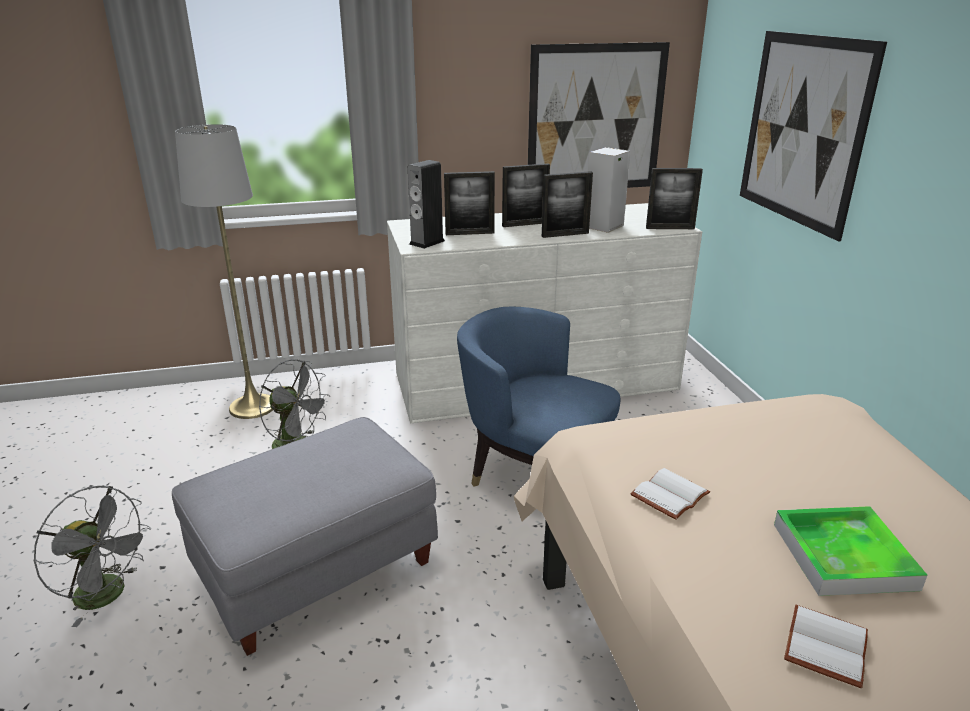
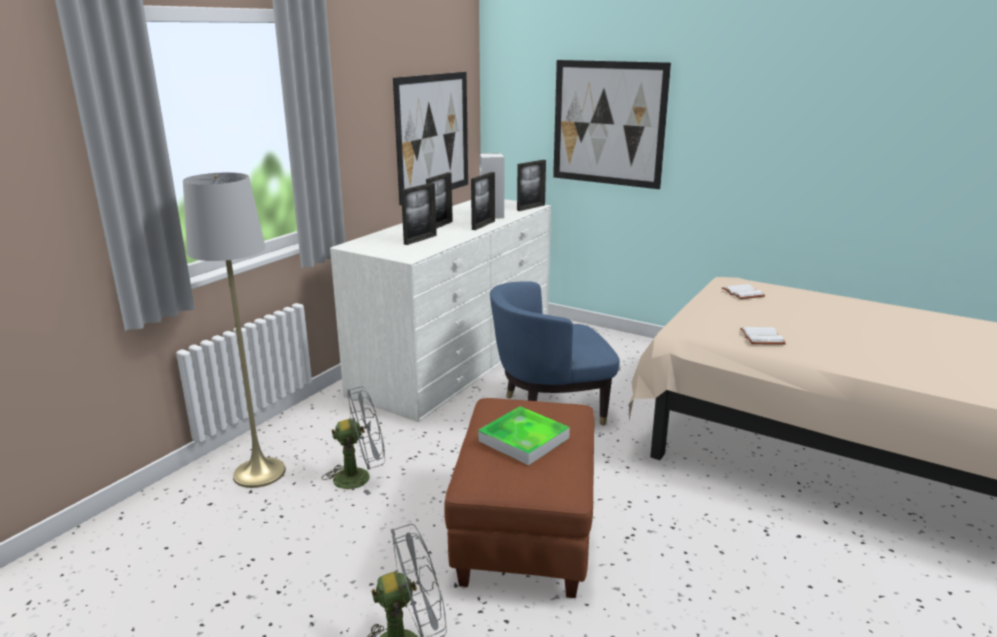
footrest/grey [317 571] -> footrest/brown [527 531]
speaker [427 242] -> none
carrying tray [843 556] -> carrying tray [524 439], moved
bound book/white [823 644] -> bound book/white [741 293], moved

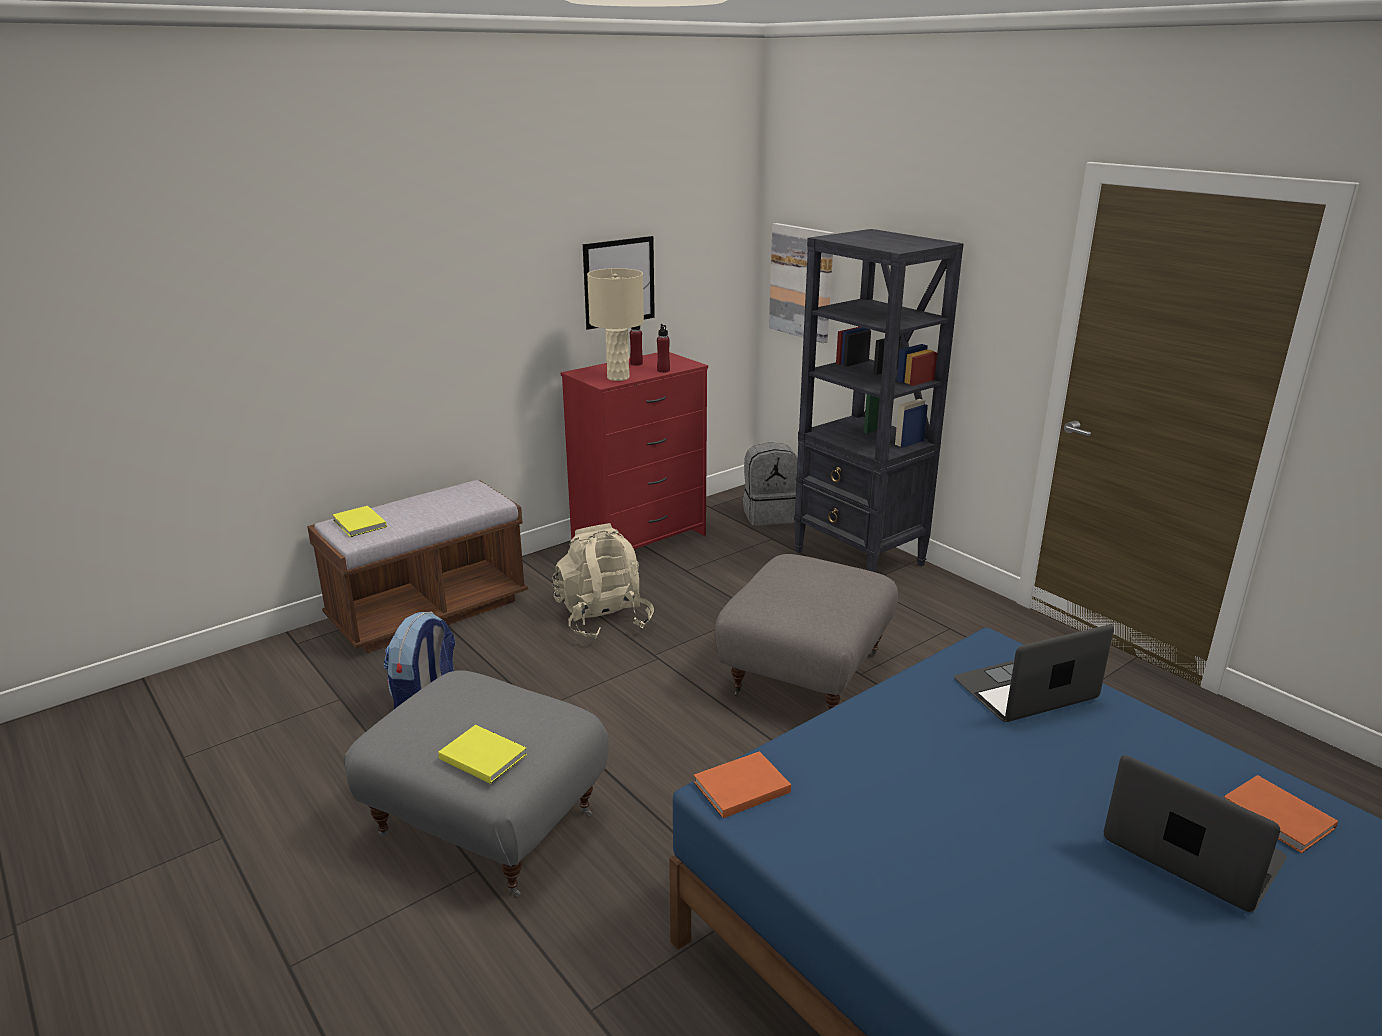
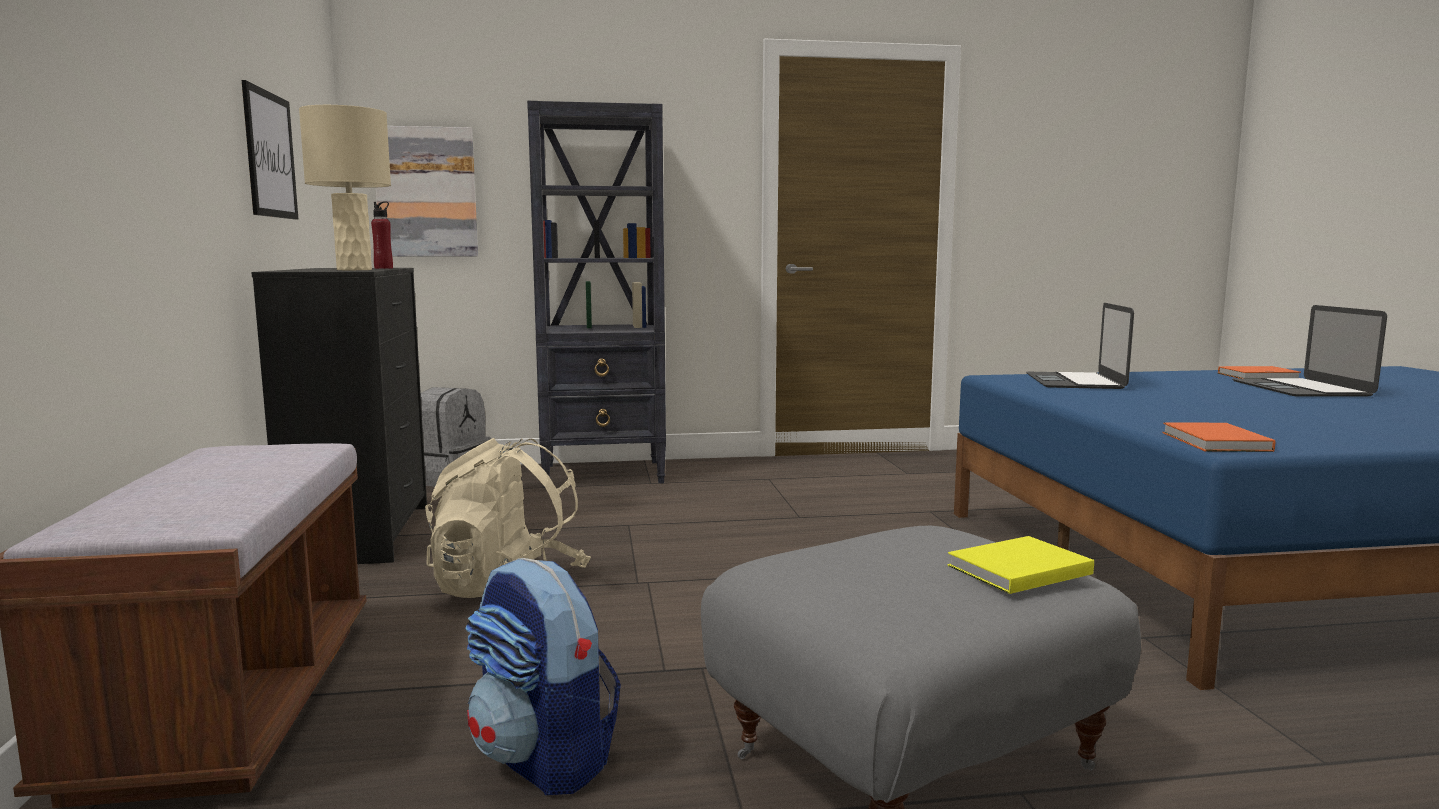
bound book/yellowish [359 524] -> none
drawer chest/red [640 540] -> drawer chest/blackish [362 534]
bottle/red [636 363] -> none
footrest/grey [804 673] -> none
laptop [1192 850] -> laptop [1301 388], 75 degrees counterclockwise

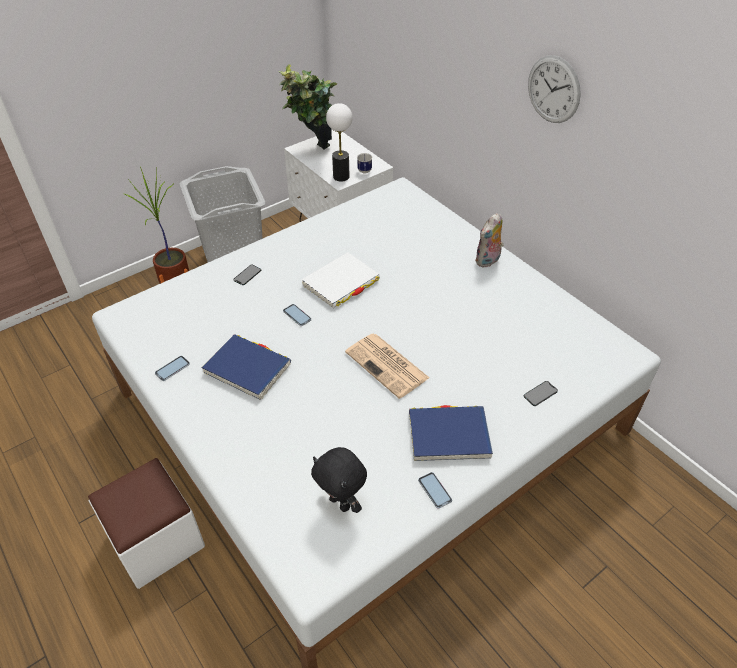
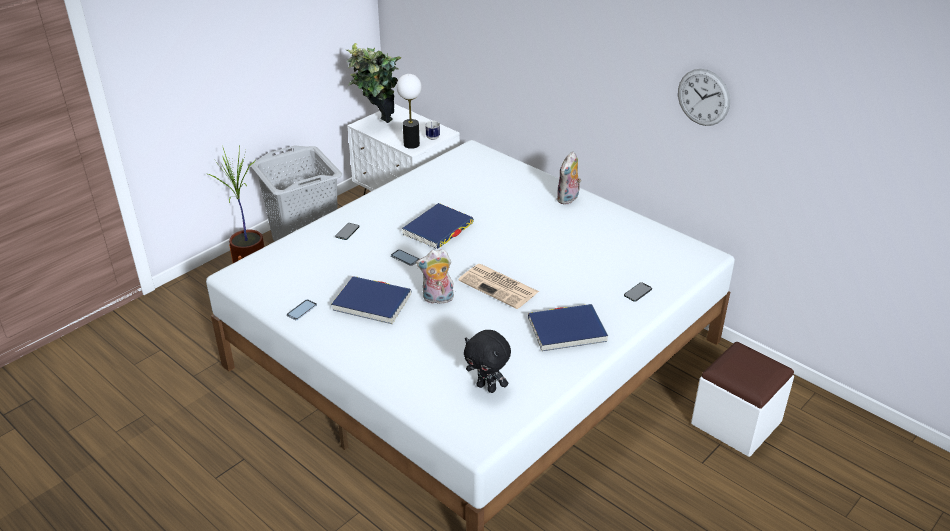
footrest/white [156 540] -> footrest/white [736 423], moved
bound book/white [341 283] -> bound book/blue [438 229]
handset [434 490] -> none
hanging clock [553 89] -> hanging clock [703 97], moved
none -> soft toy [437 299]

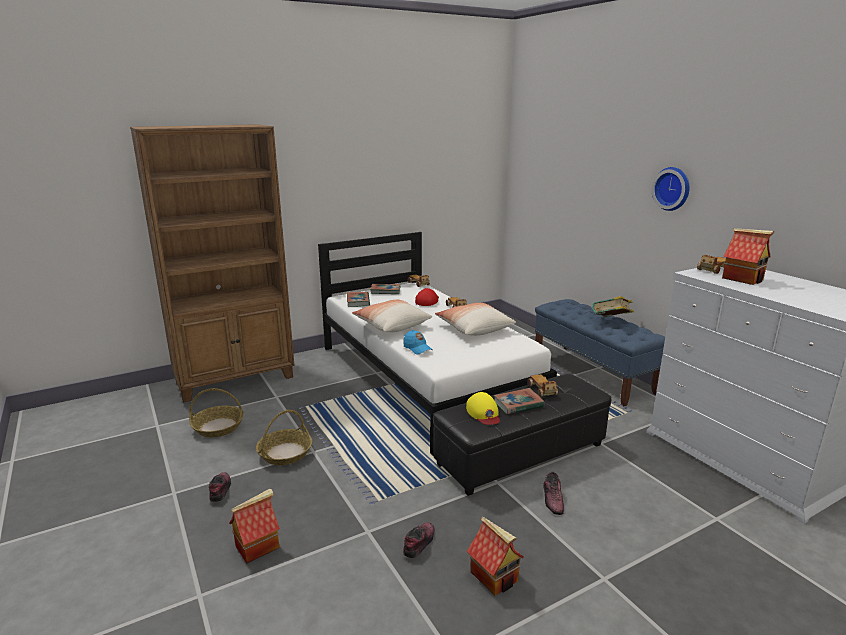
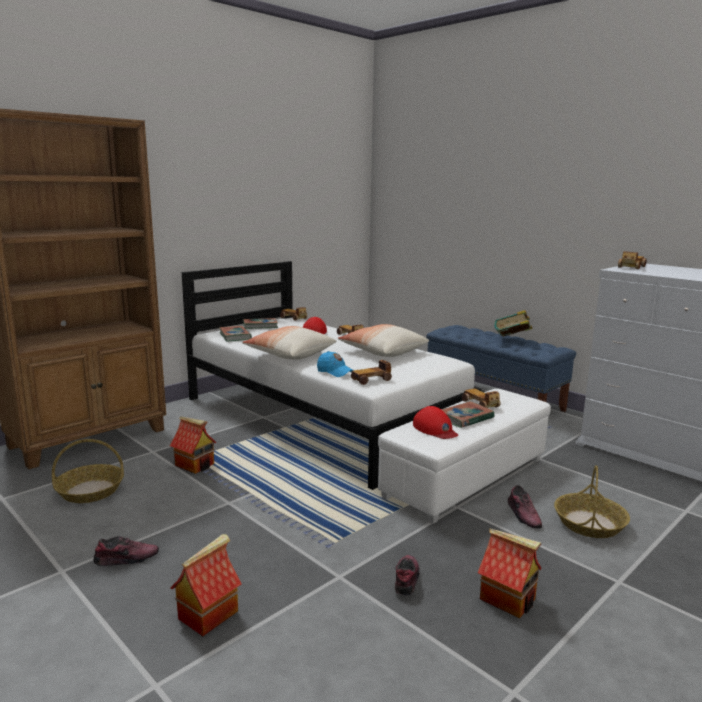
item of footwear [220 490] -> item of footwear [126 559], 90 degrees clockwise
storage basket [285 453] -> storage basket [589 523], moved
footrest/blackish [521 454] -> footrest/white [465 477]
peaked cap/yellowish [483 413] -> peaked cap/red [435 429]
hanging clock [673 188] -> none
toy house [743 279] -> toy house [195 465], moved
none -> model car [371 380]

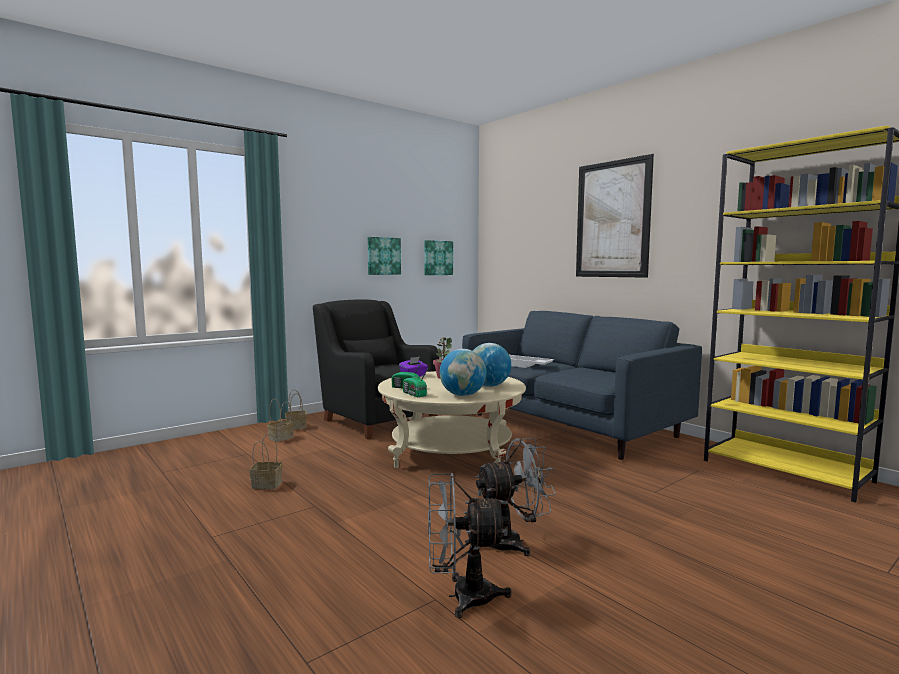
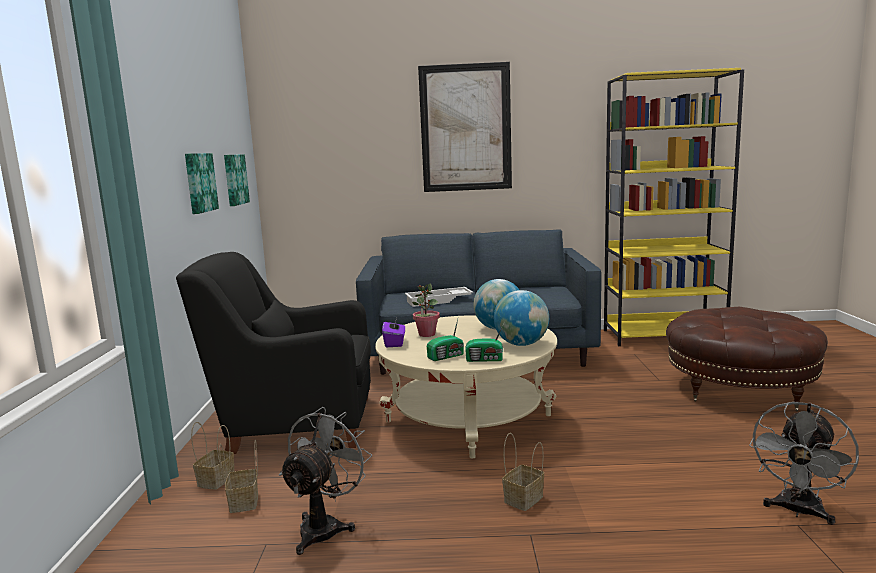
storage basket [265 485] -> storage basket [523 500], moved
electric fan/grey [513 542] -> electric fan/grey [325 527], moved
none -> footrest/brown [740 389]

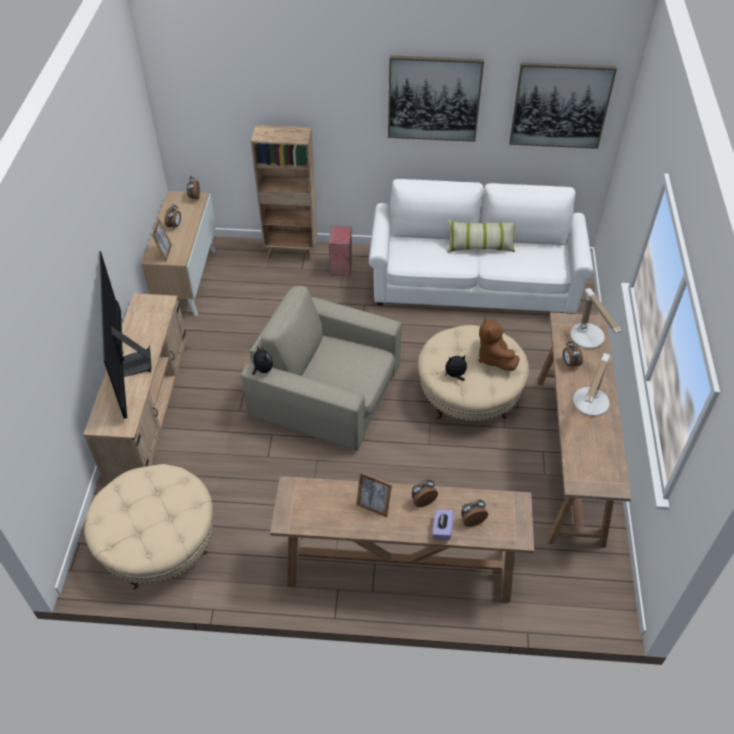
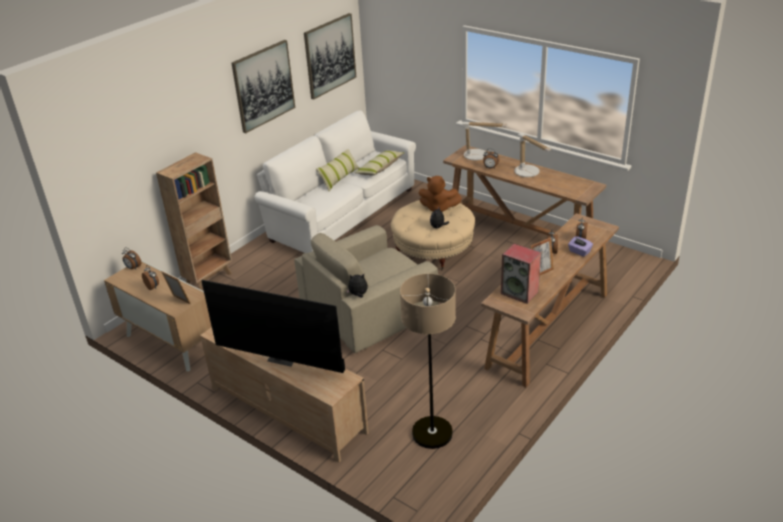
footrest/sand-coloured [158 542] -> floor lamp [432 446]
speaker [341 267] -> speaker [520 292], moved
none -> pillow [380 168]

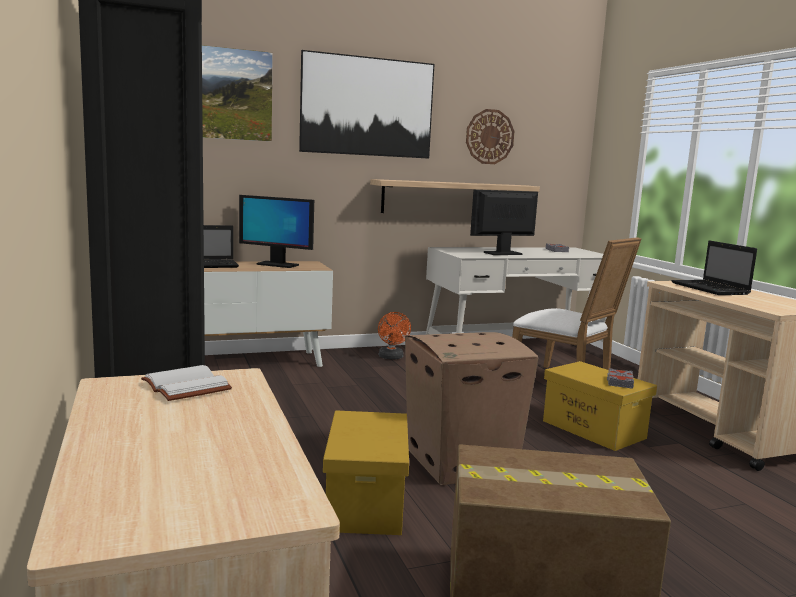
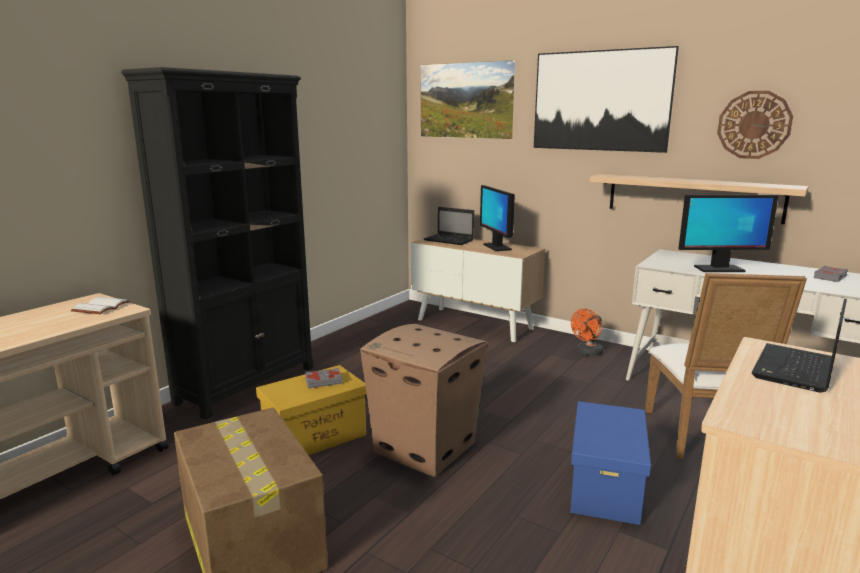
computer display [503 253] -> computer display [718 269], 150 degrees clockwise
storage bin/yellowish [594 429] -> storage bin/blue [605 488]
bound book/grey [619 382] -> bound book/grey [323 381], moved

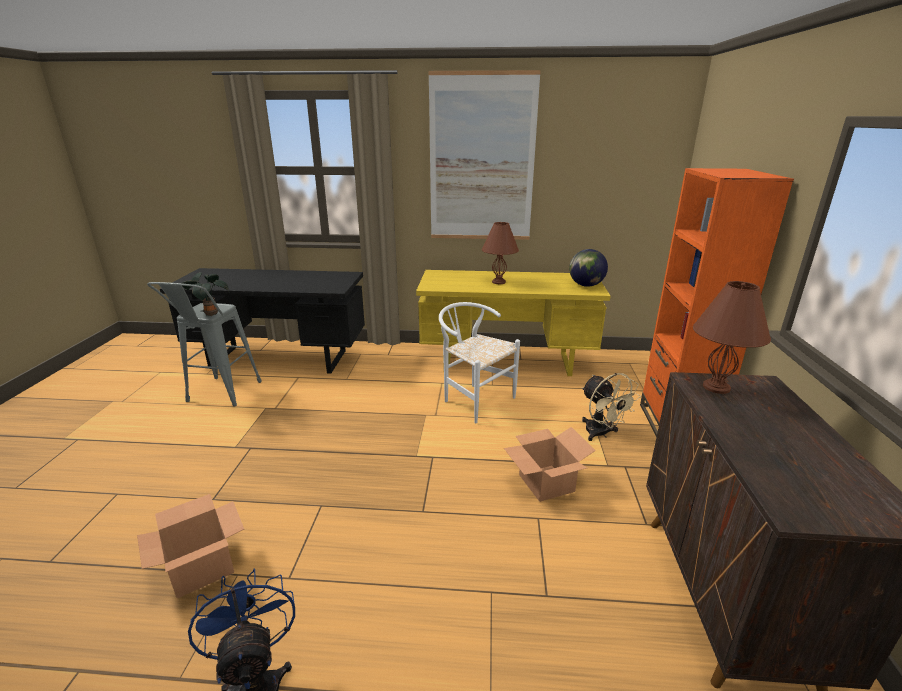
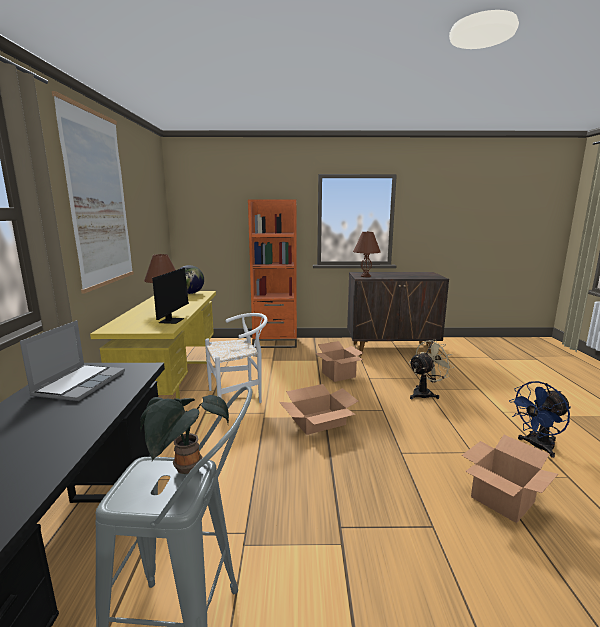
upright chair/white [474 399] -> upright chair/white [239 397], 150 degrees counterclockwise
electric fan/sand-coloured [601 434] -> electric fan/sand-coloured [425 393], moved
none -> laptop [80 383]
none -> computer display [174 320]
none -> carton [318 421]

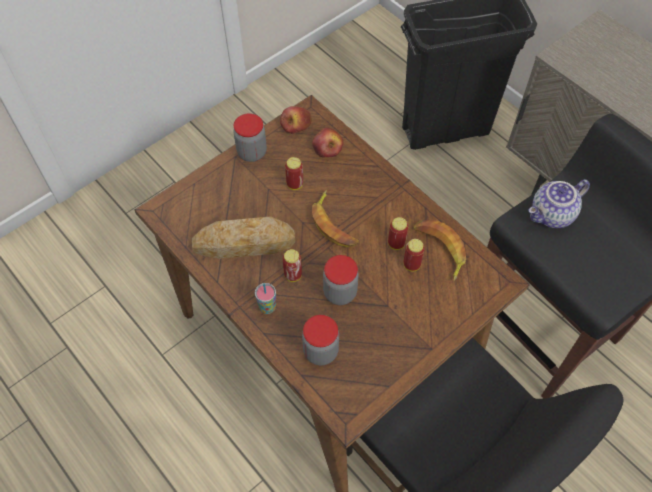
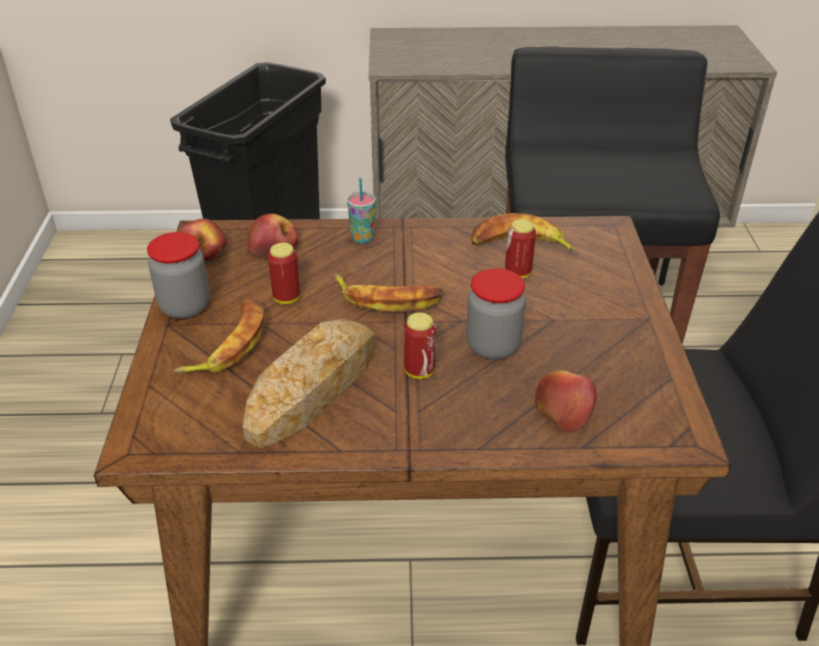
small cup [267 307] -> small cup [362 238], moved
jar [320 351] -> whole apple [563 409]
can [396 243] -> none
teapot [552 215] -> none
none -> banana fruit [228 344]

